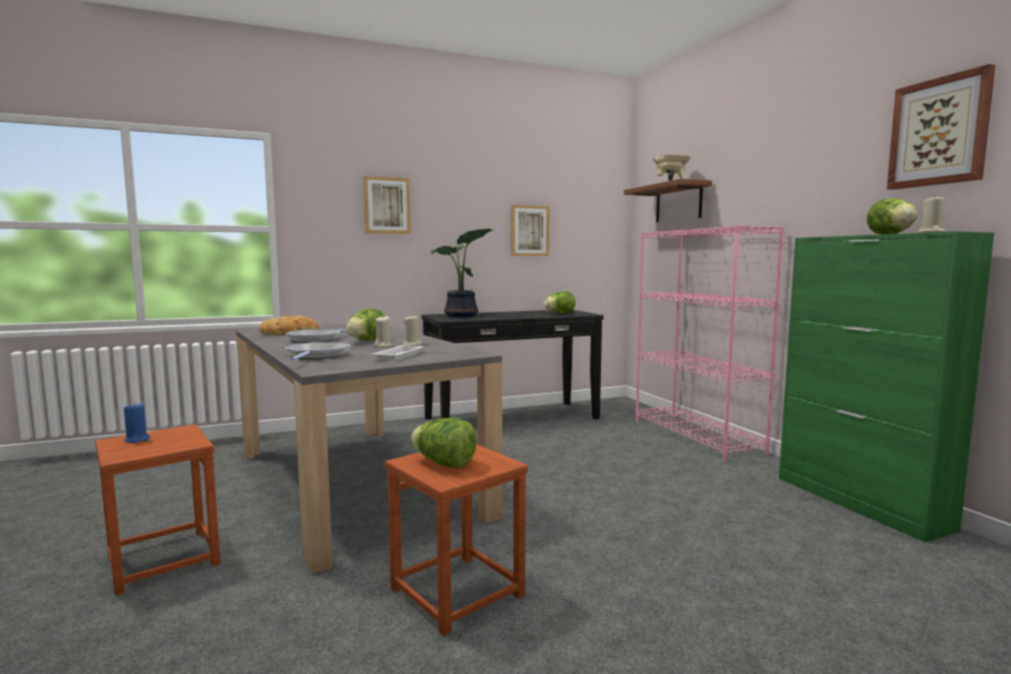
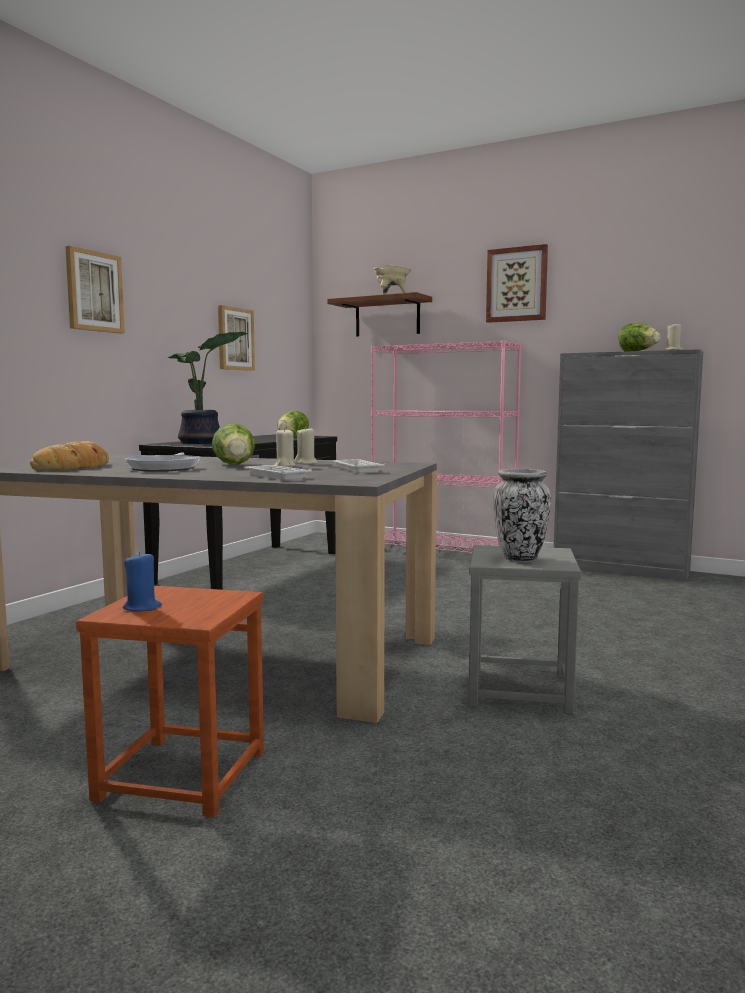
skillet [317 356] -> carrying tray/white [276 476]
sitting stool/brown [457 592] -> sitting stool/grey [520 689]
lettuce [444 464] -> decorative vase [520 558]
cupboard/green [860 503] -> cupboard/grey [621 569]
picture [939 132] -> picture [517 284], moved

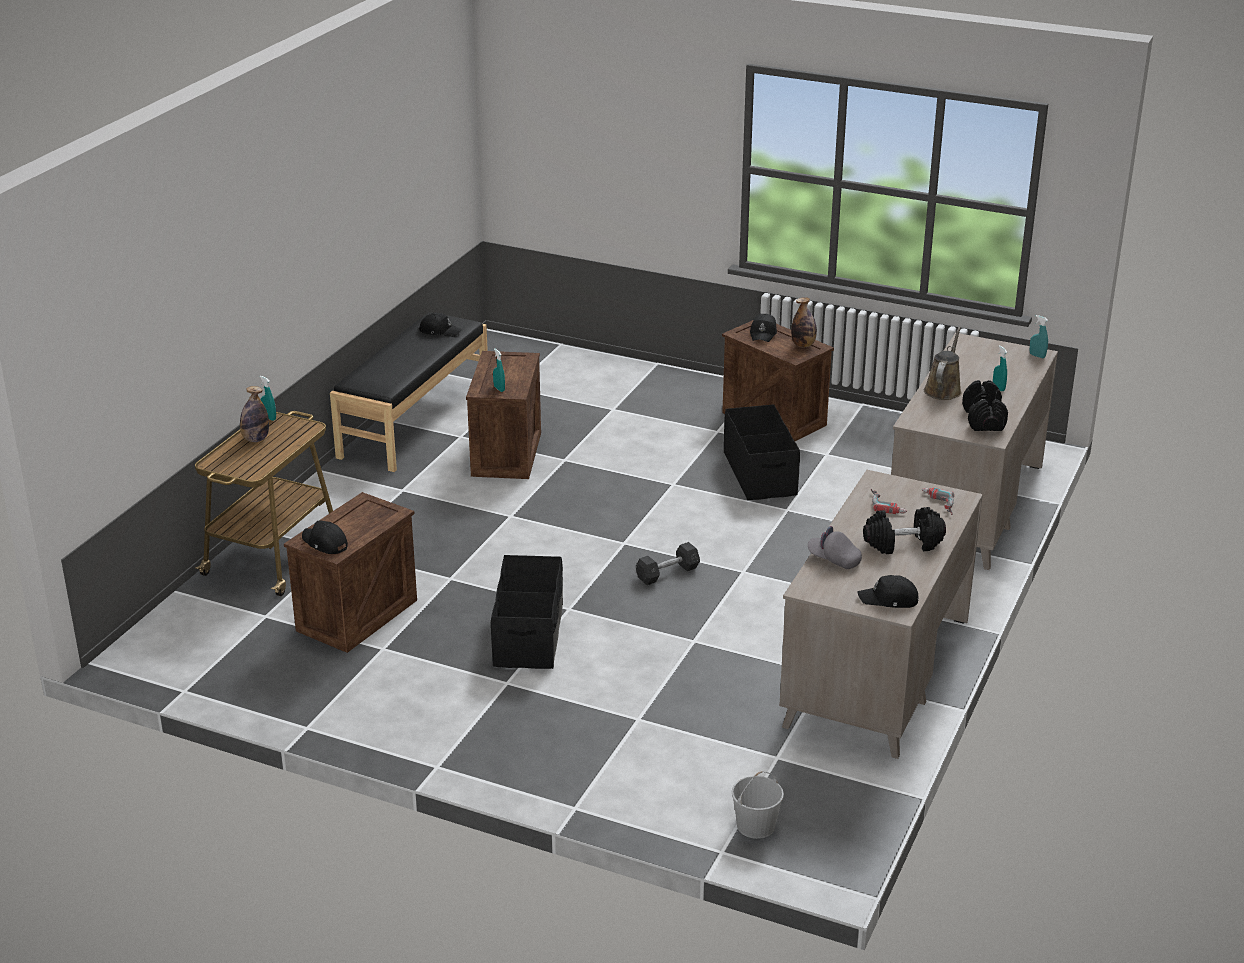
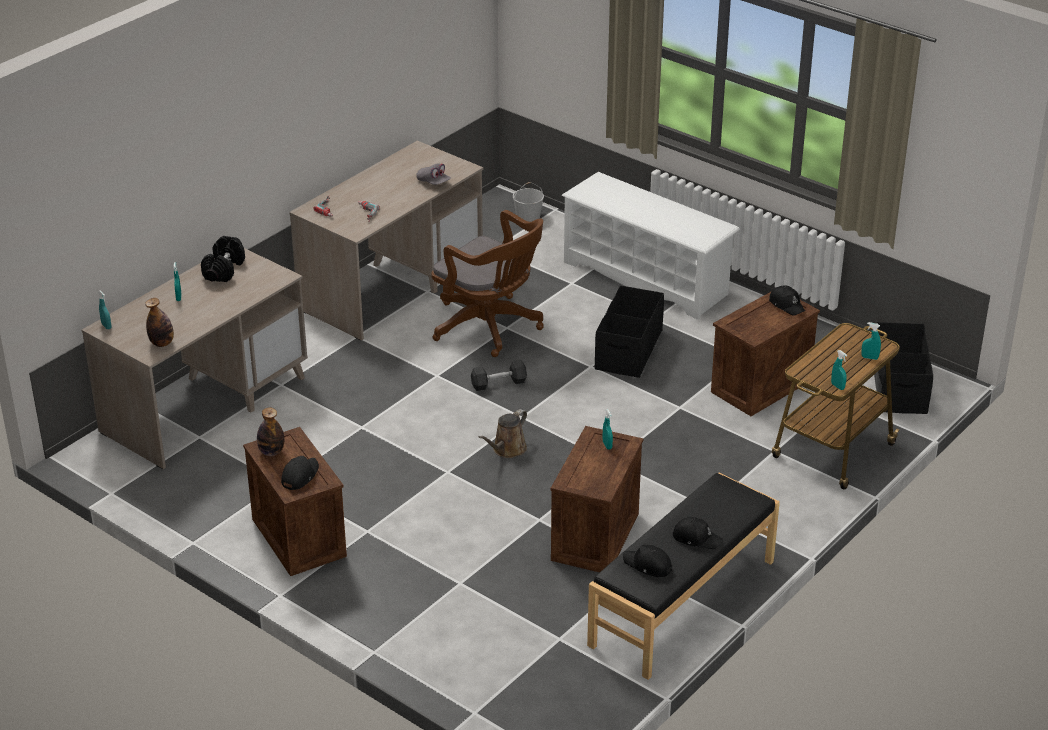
bottle [255 439] -> bottle [162 343], moved
storage bin/blackish [760 474] -> storage bin/blackish [898 387], moved
peaked cap/blackish [889 600] -> peaked cap/blackish [696 538], moved
dumbbell/blackish [903 544] -> none
sprinkling can/brown [943 389] -> sprinkling can/brown [507 450], moved
none -> desk chair/brown [490 328]
none -> shoe stand/white [646 278]
none -> sprayer/blue-green [869 358]

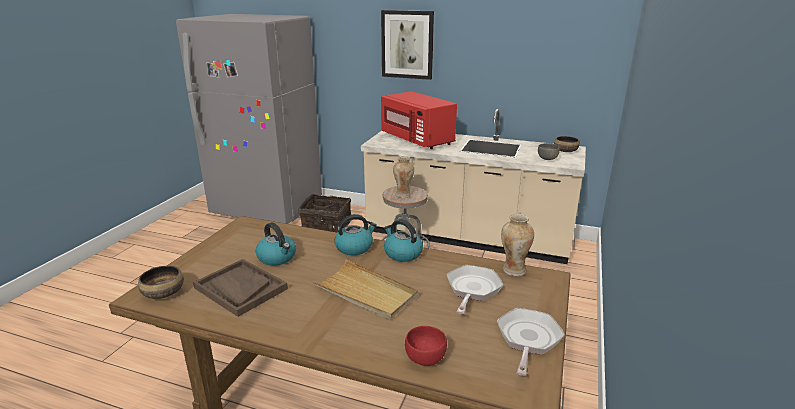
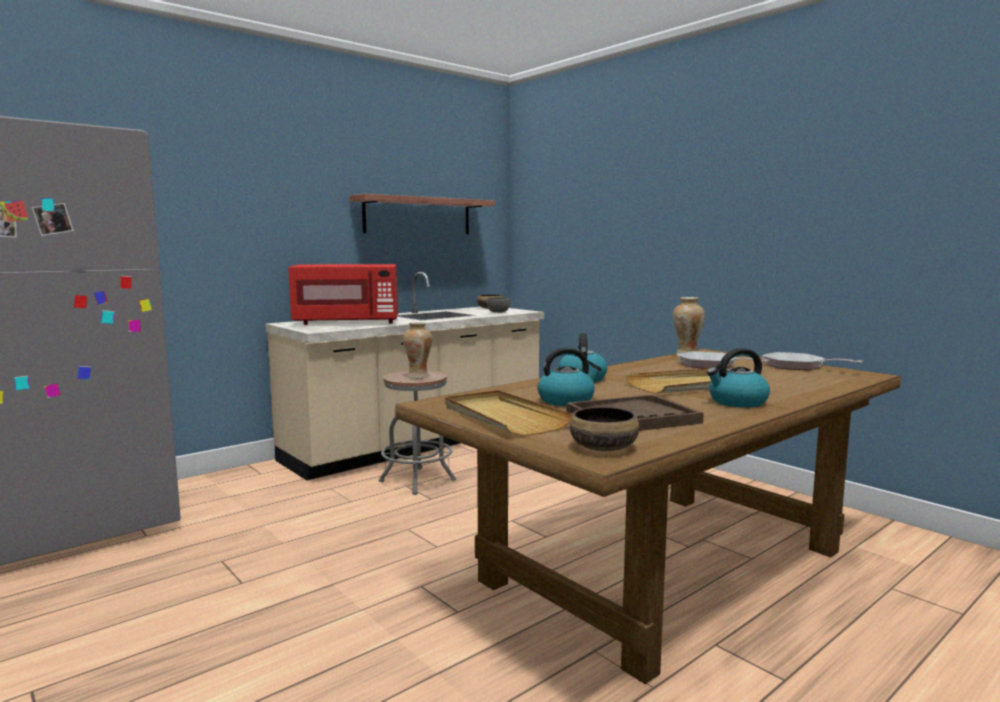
storage basket [326 226] -> none
picture [407 44] -> none
kettle [402 253] -> kettle [737 402], moved
bowl/red [426 358] -> none
none -> wall shelf [418 216]
none -> carrying tray/sand-coloured [503 417]

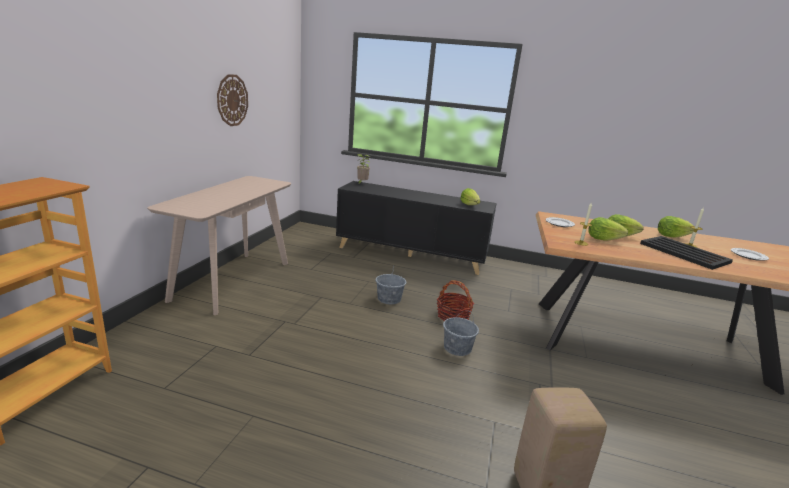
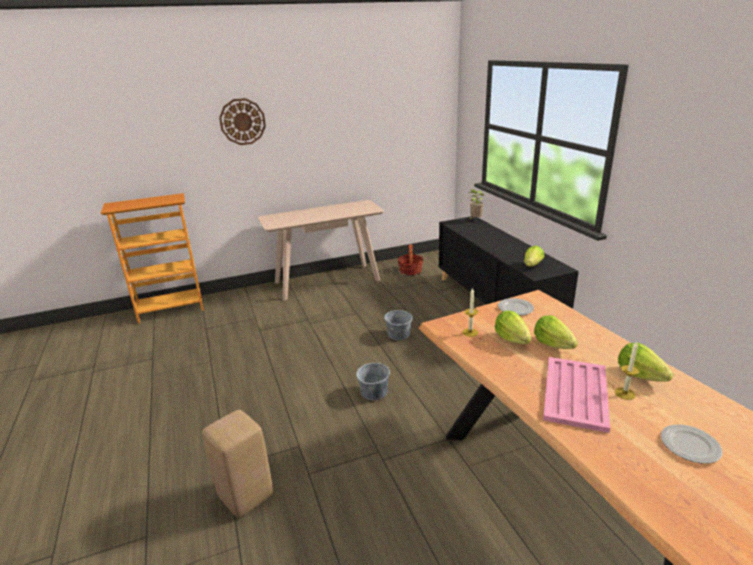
hanging clock [232 100] -> hanging clock [242 121], moved
storage basket [453 316] -> storage basket [410 270], moved
carrying tray/blackish [683 252] -> carrying tray/pink-coloured [576 392]

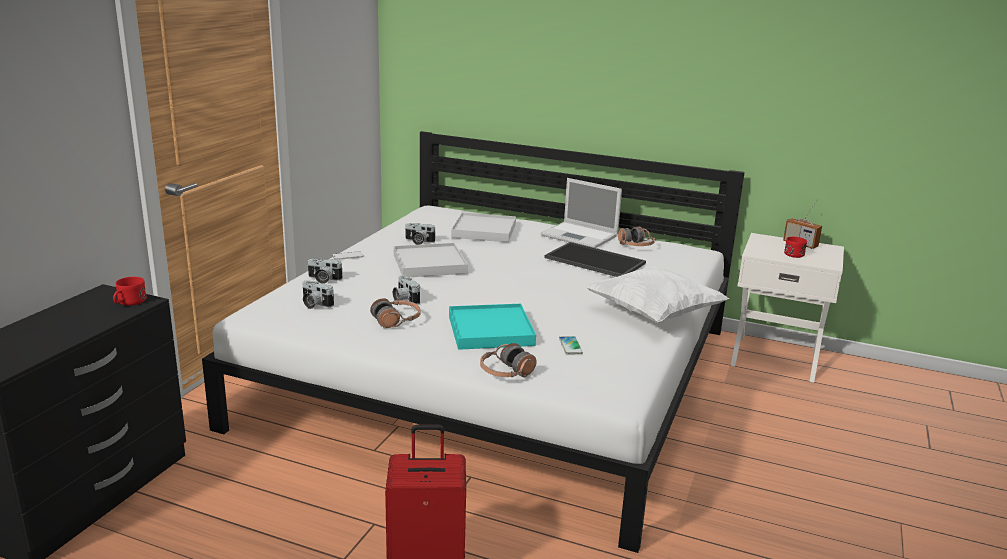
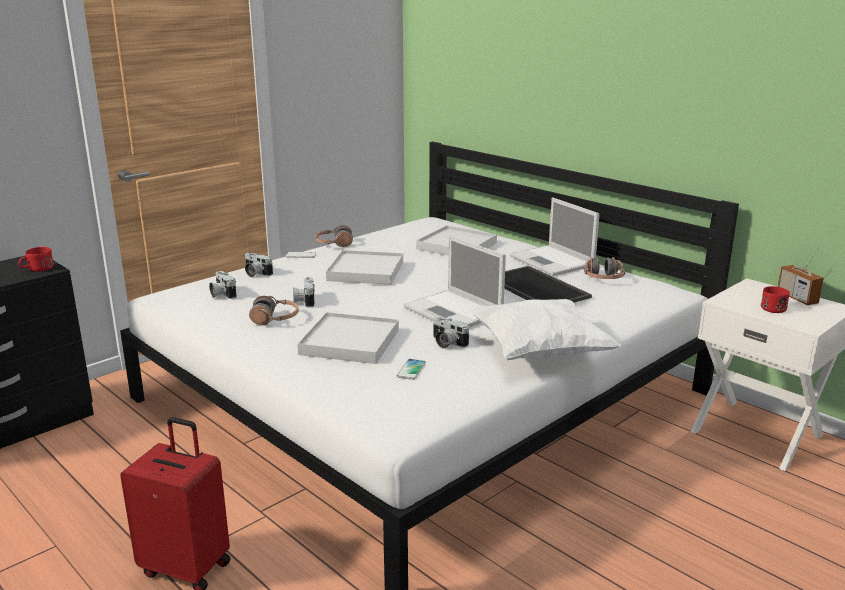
still camera [418 241] -> still camera [447 343], moved
carrying tray/blue-green [491 331] -> carrying tray/white [350 342]
pair of headphones [506 372] -> pair of headphones [334 244], moved
none -> laptop [454 311]

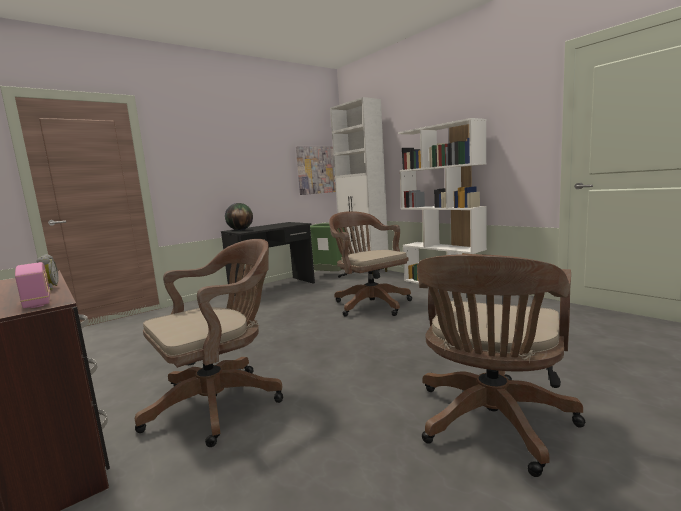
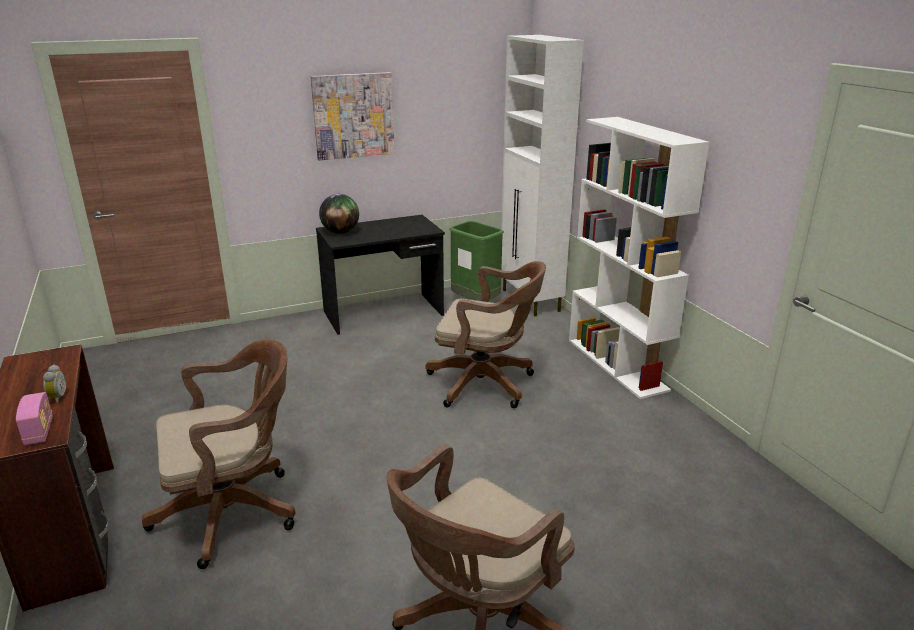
picture [317 170] -> picture [353 116], moved
desk chair/brown [370 304] -> desk chair/brown [486 384], 120 degrees clockwise

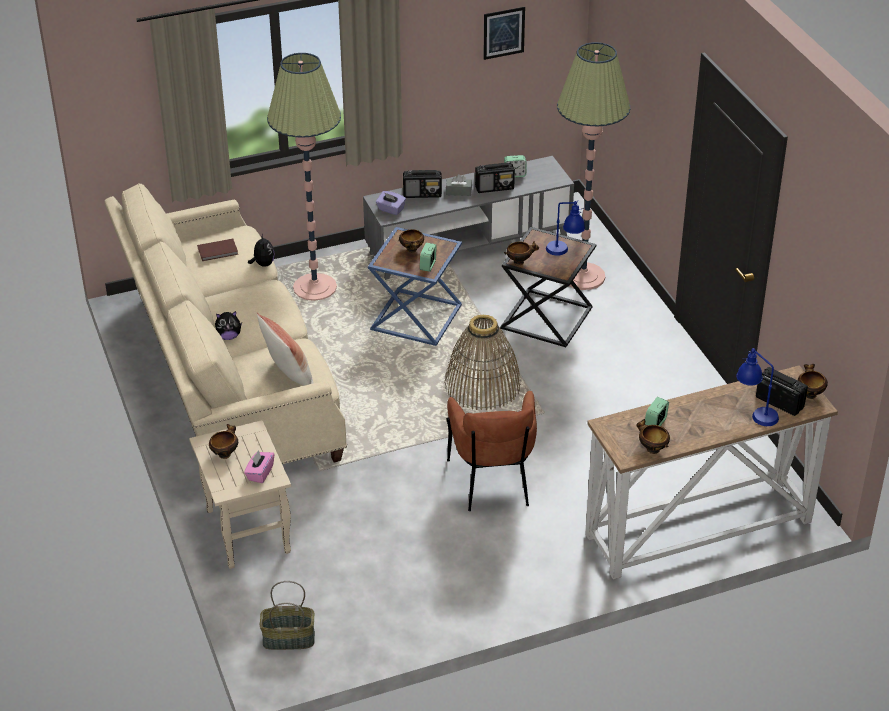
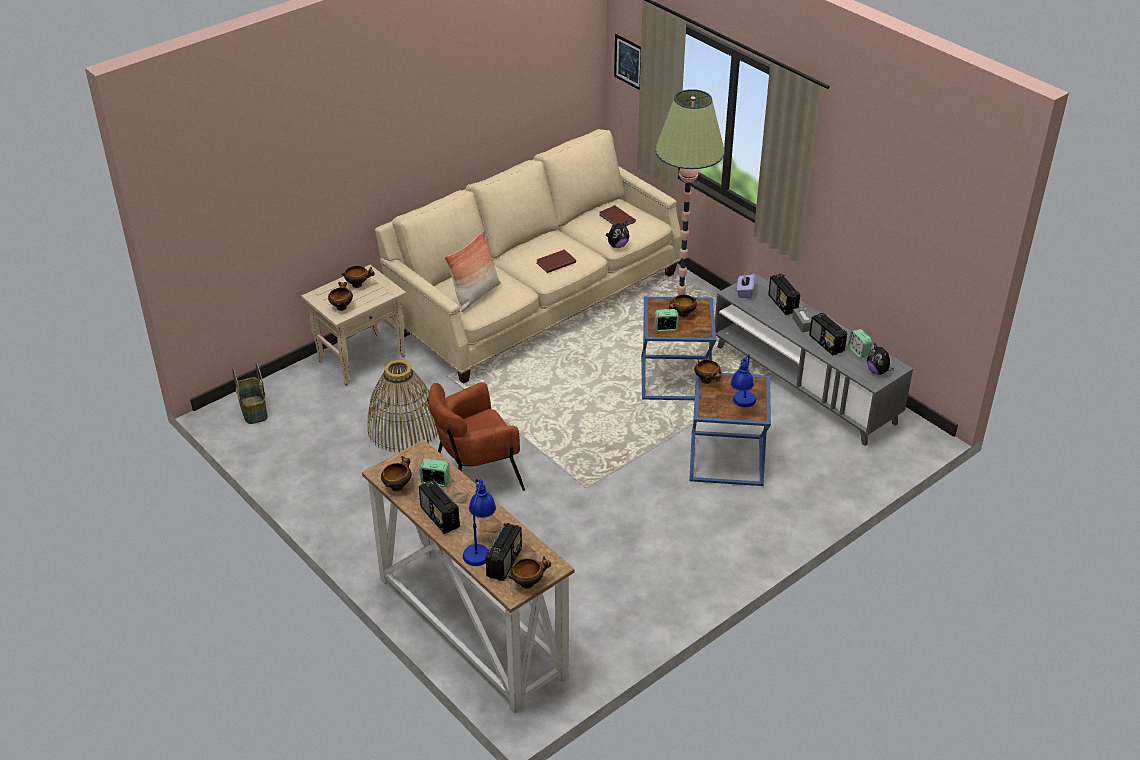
soft toy [228 337] -> soft toy [878 371], moved
box of tissues/pink-coloured [260 473] -> bowl [341 307]
storage basket [482 386] -> storage basket [403 428], moved
picture [503 33] -> picture [628 62], moved
end table/blackish [545 317] -> end table/blue [728 458]
floor lamp [583 276] -> none
none -> radio [440 518]
none -> bound book/brown [555 262]

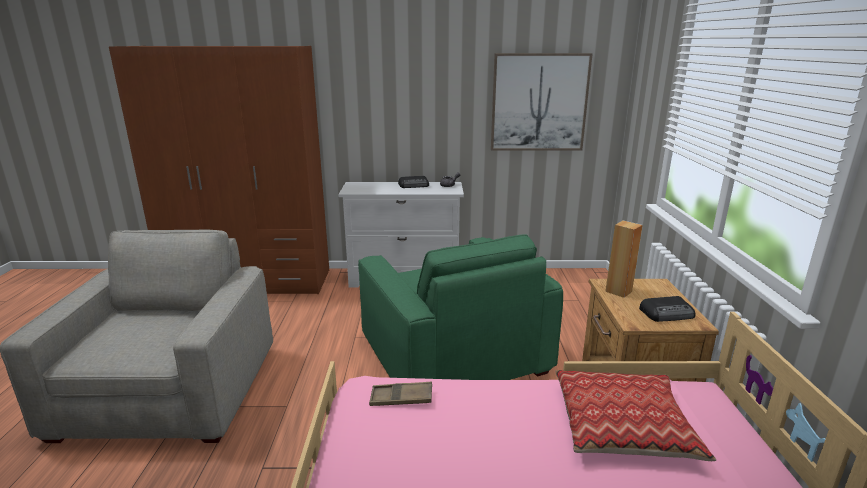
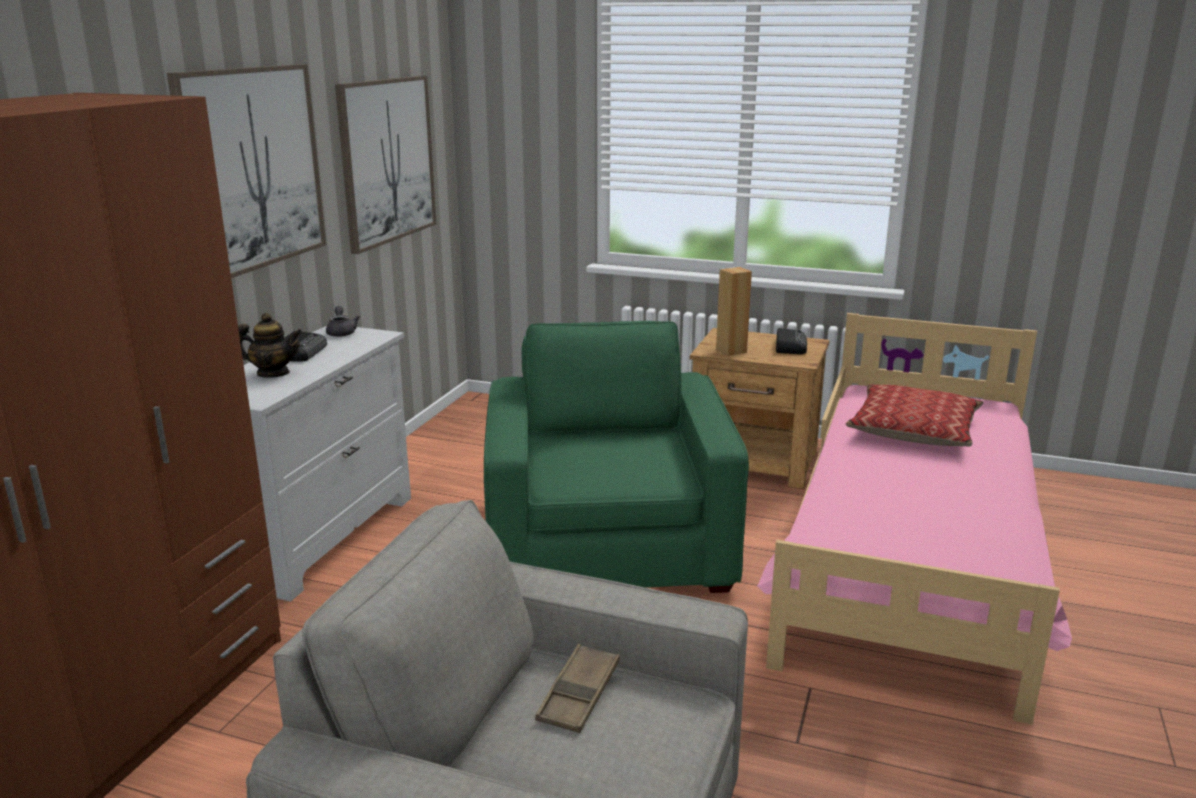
easy chair/green [453 355] -> easy chair/green [608 543], 90 degrees counterclockwise
carrying tray/brown [401 398] -> carrying tray/brown [579 694], moved
none -> picture [252 169]
none -> teapot [273 373]

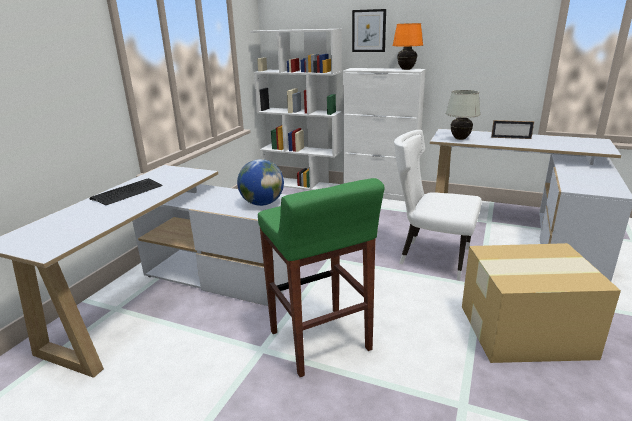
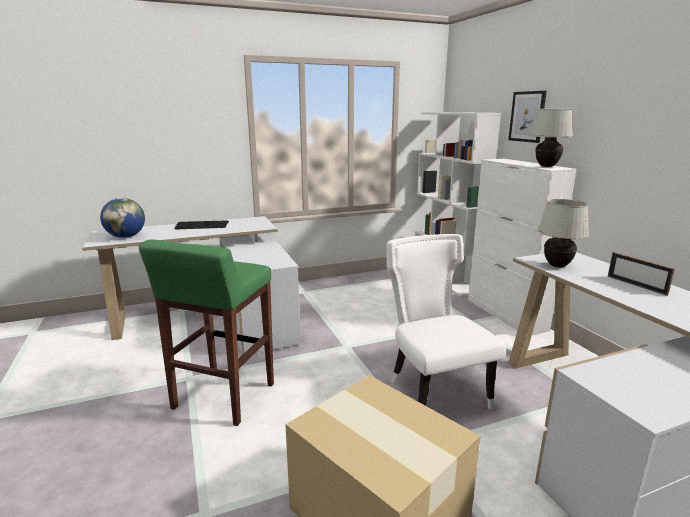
globe [262 203] -> globe [126 237], moved
lamp for a table/orangey [406 69] -> lamp for a table/white [546 166]

